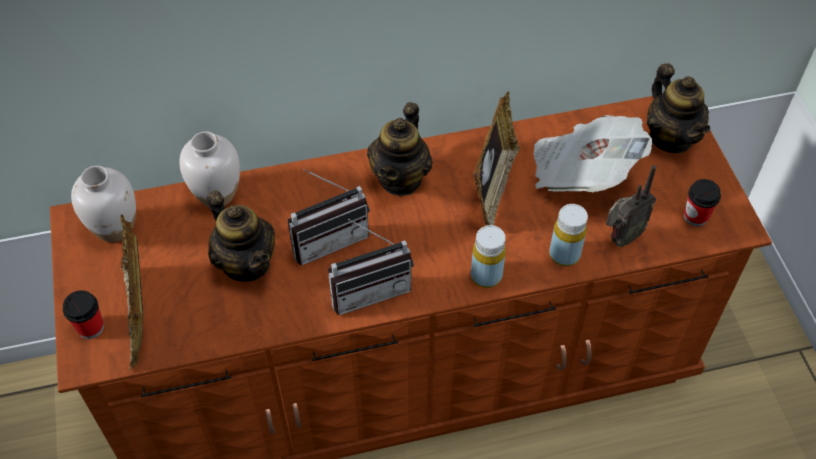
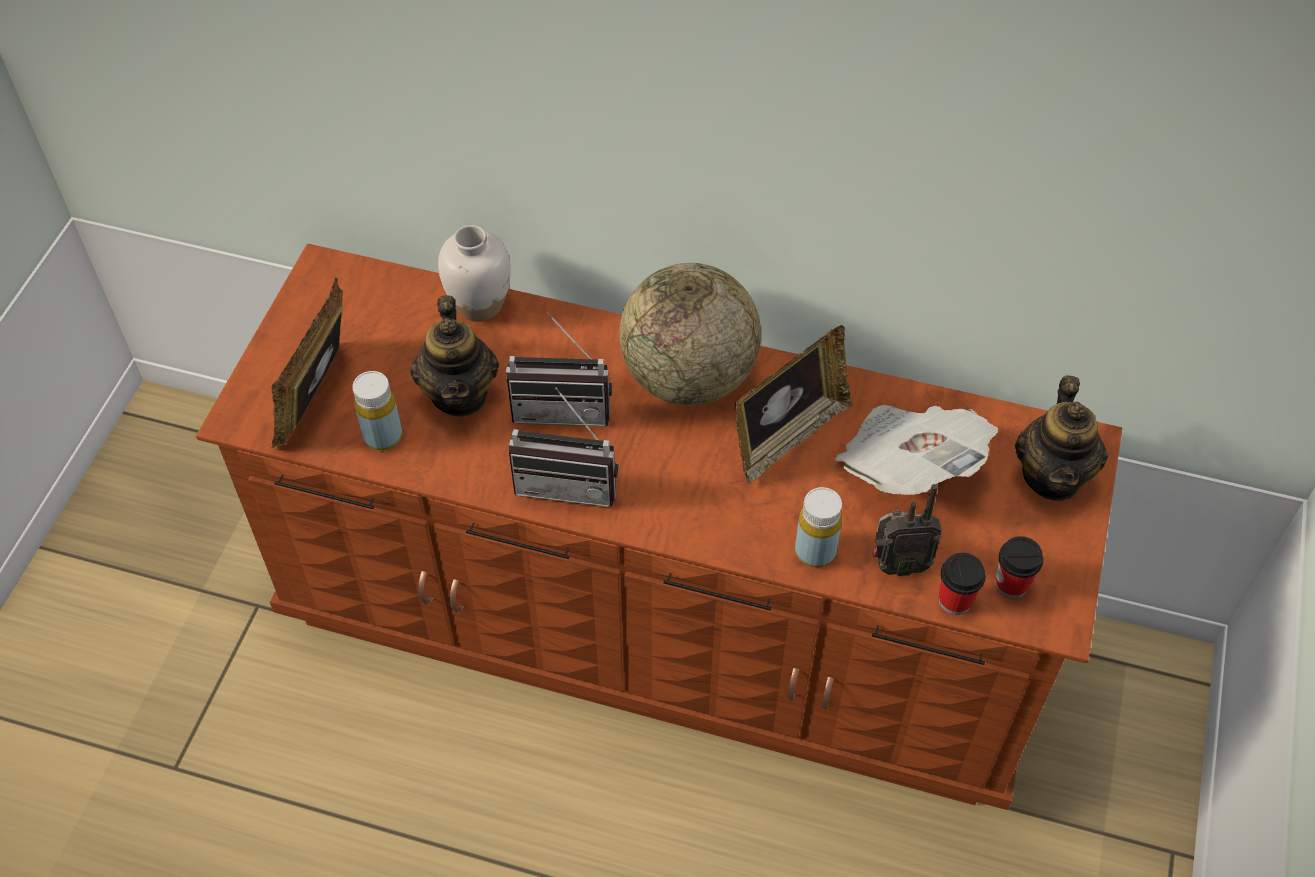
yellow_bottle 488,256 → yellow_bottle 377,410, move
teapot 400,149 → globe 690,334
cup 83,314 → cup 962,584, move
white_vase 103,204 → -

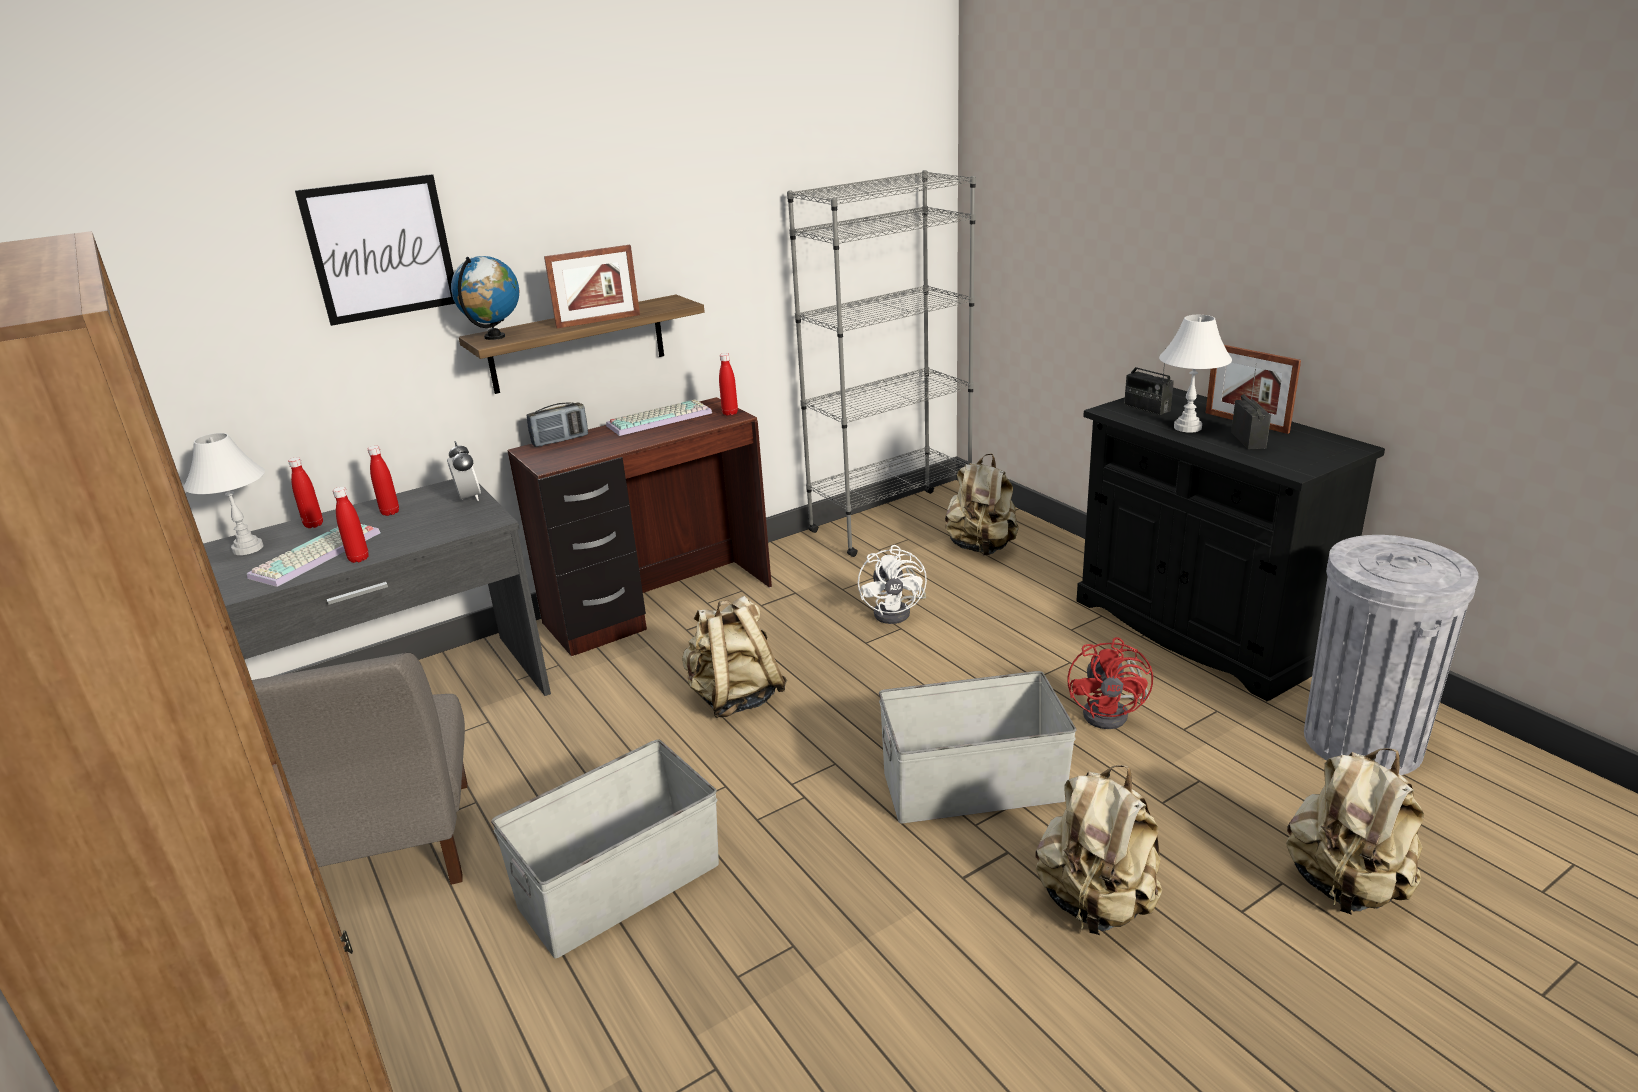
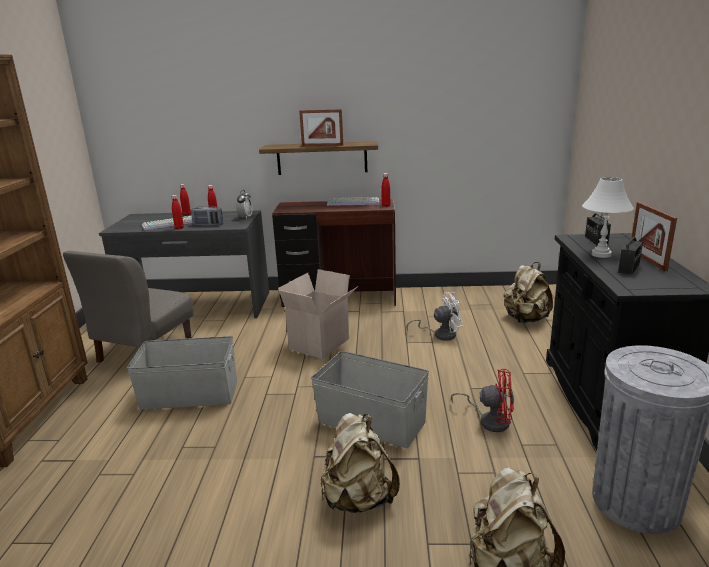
radio 557,424 → radio 207,216, move
beige_backpack 734,657 → cardboard_box 318,314
white_fan 892,584 → white_fan 435,316, 135 degrees counterclockwise
red_fan 1110,683 → red_fan 482,400, 120 degrees counterclockwise
white_table_lamp 224,494 → -
picture 375,250 → -
globe 485,298 → -
grey_bookcase 881,363 → -

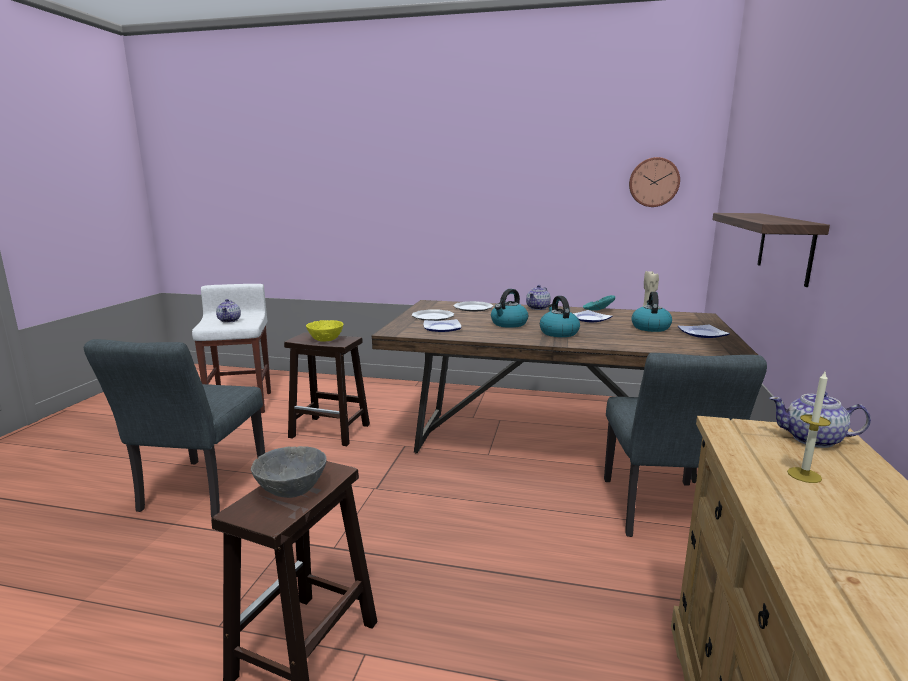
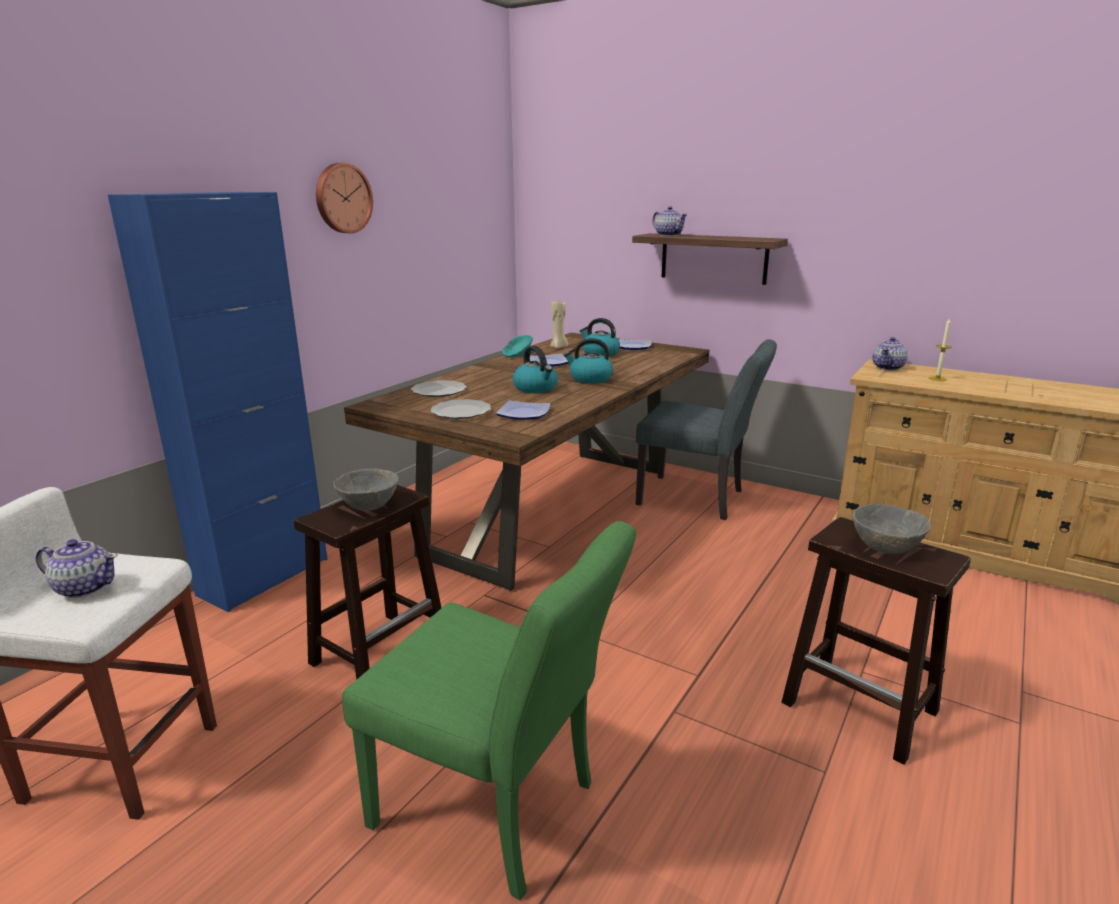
- → blue_cabinet 217,402
wall_clock 654,182 → wall_clock 344,198, move
yellow_bowl 324,331 → grey_bowl 366,490
grey_chair 174,428 → green_chair 489,710
teapot 538,297 → teapot 670,221, move

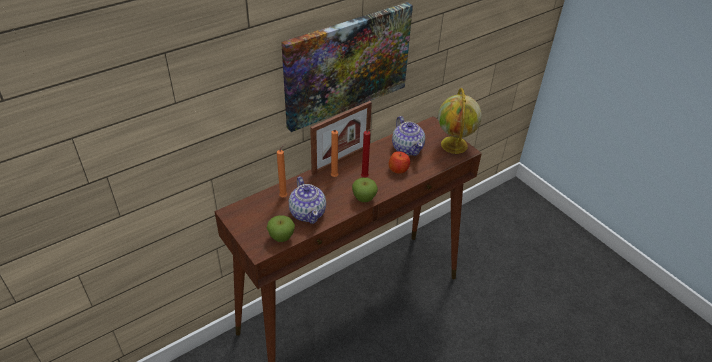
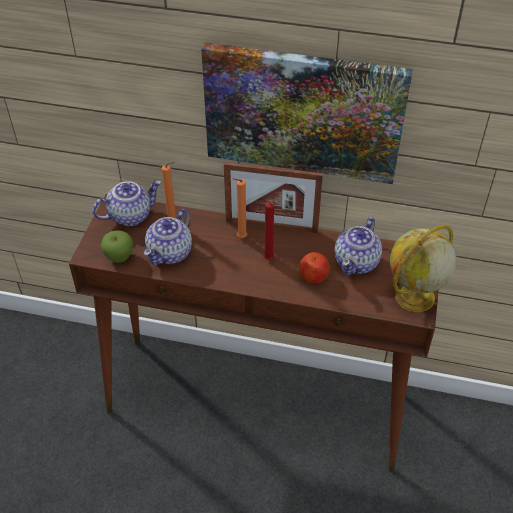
- → teapot 126,203
apple 365,189 → -

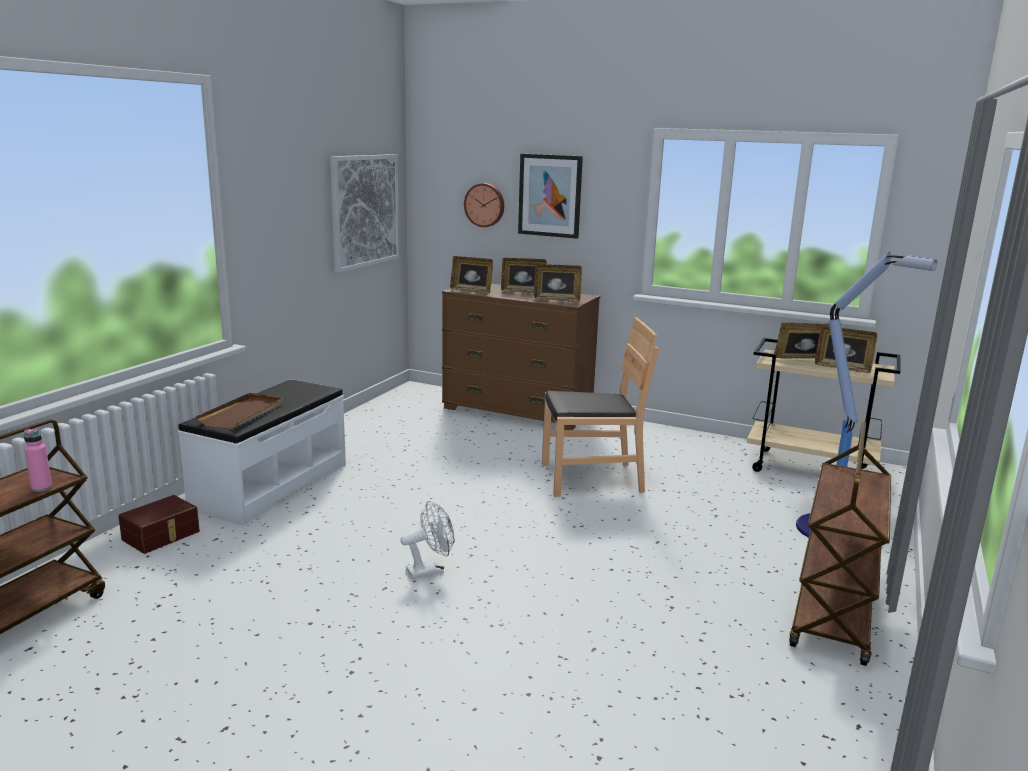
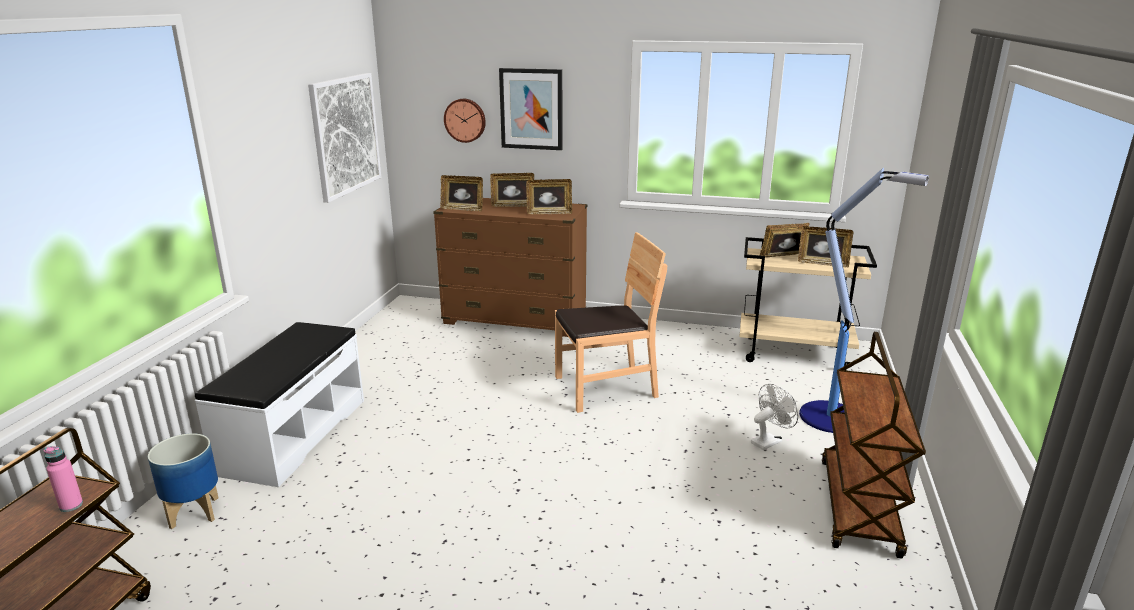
brown_storage_box 159,524 → planter 183,481
white_fan 427,540 → white_fan 774,417, move
brown_tray 239,411 → -

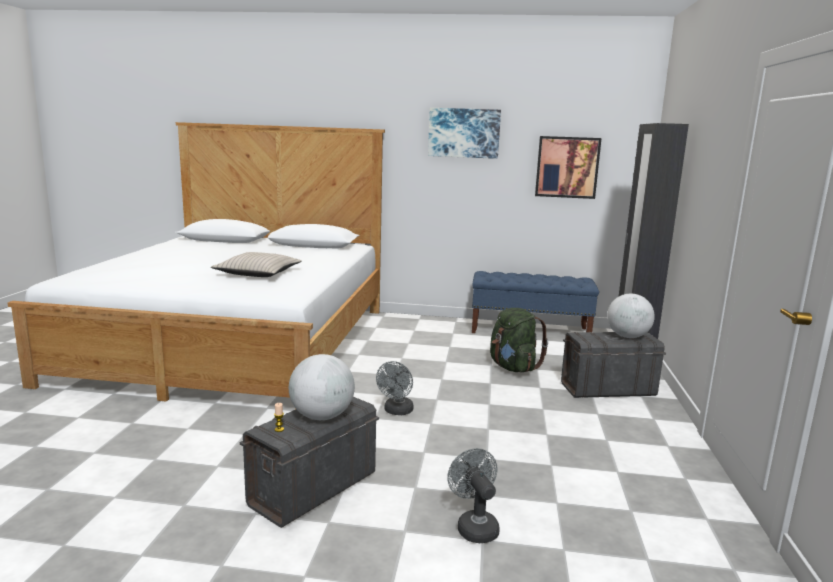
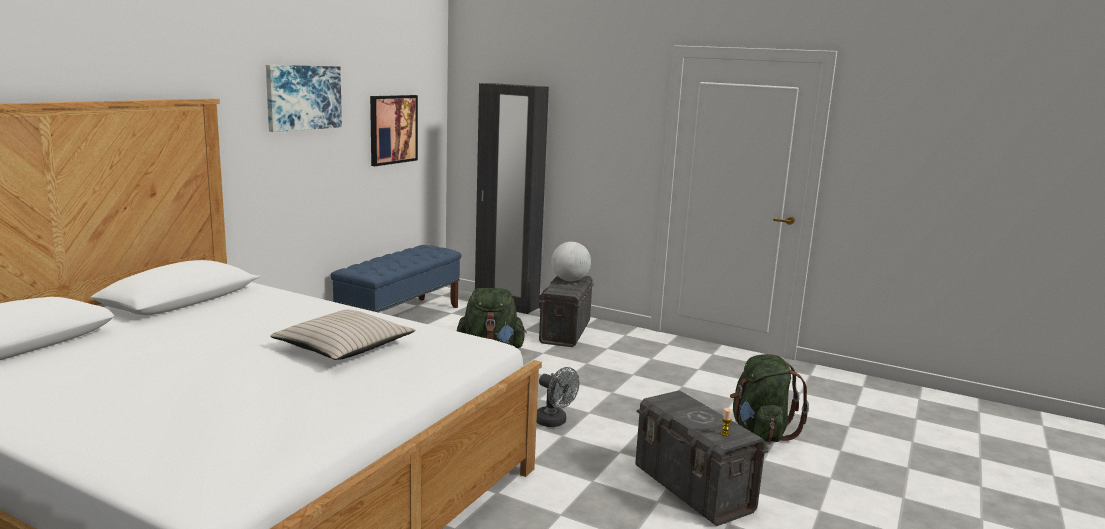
grey_fan 473,495 → green_backpack 769,398
globe 322,387 → -

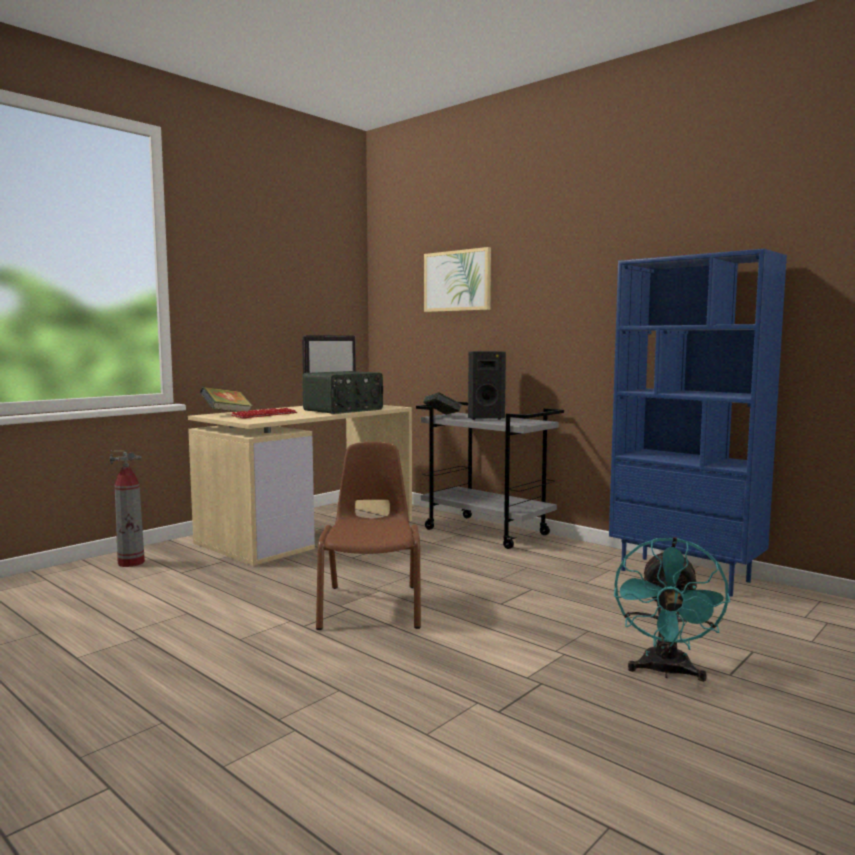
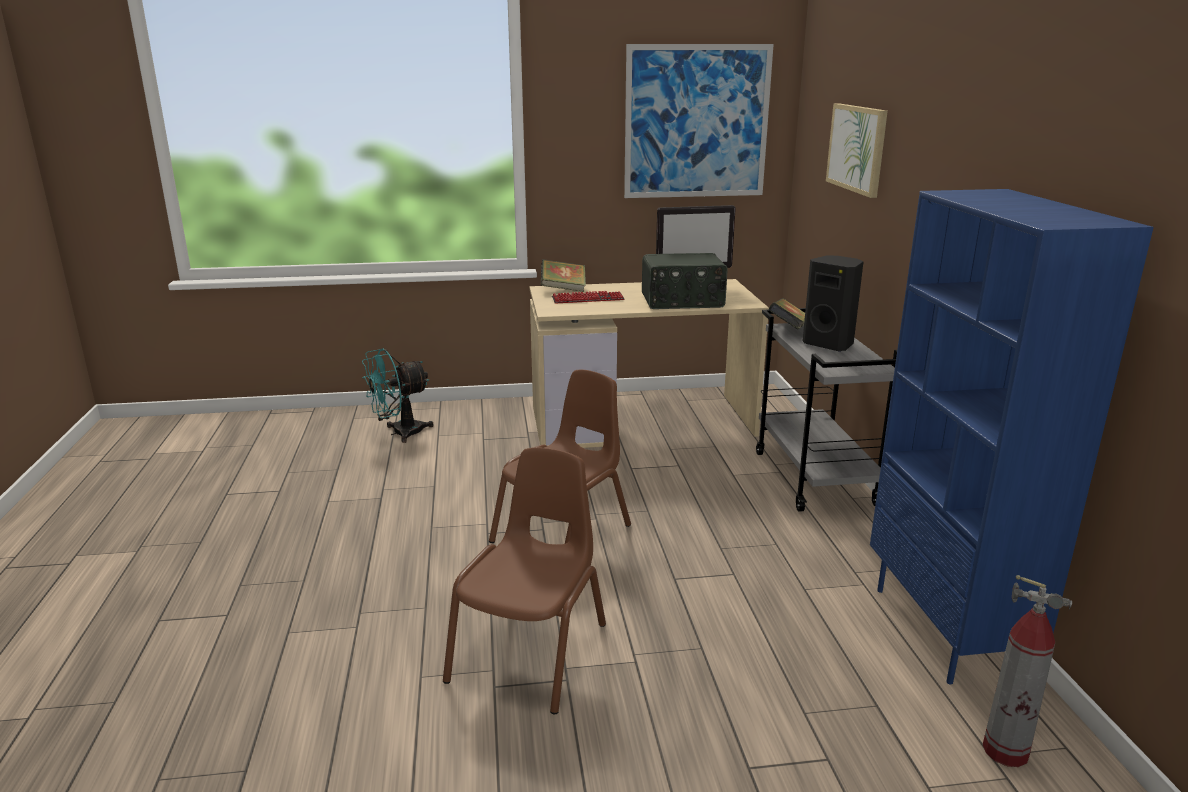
turquoise_fan 672,609 → turquoise_fan 398,396, move
- → brown_chair 524,580
- → picture 699,121
fire_extinguisher 127,508 → fire_extinguisher 1027,671, move

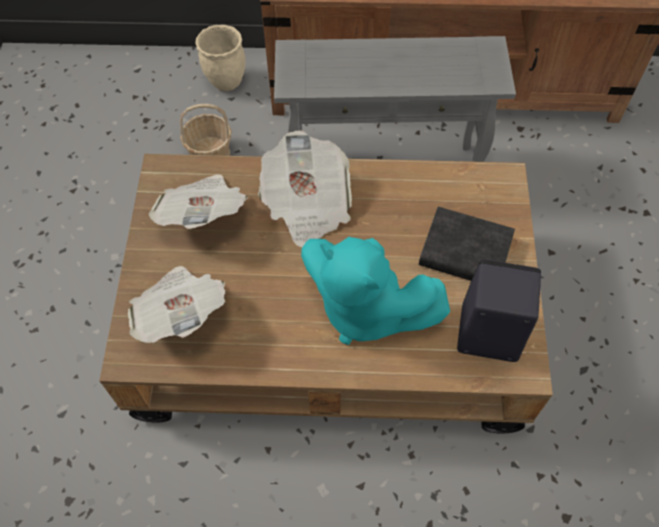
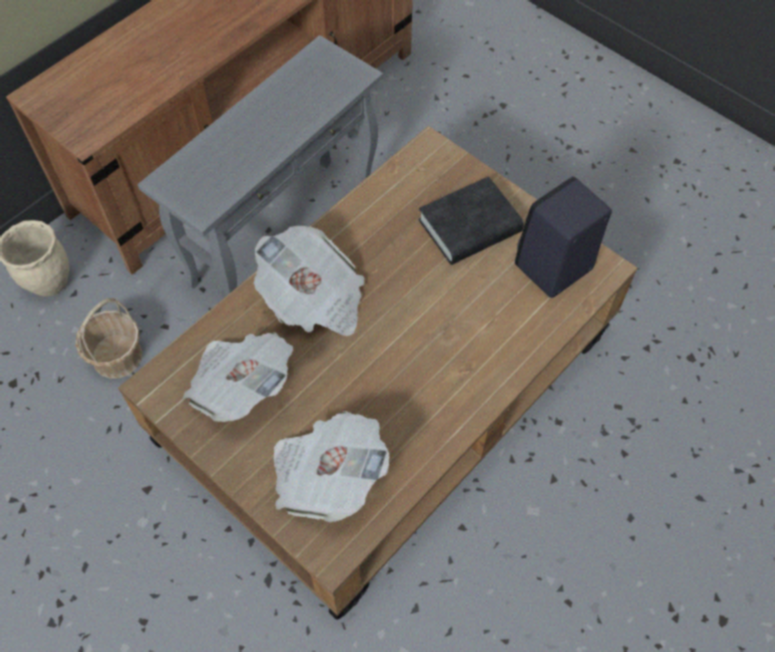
turquoise_plush_toy 375,291 → -

